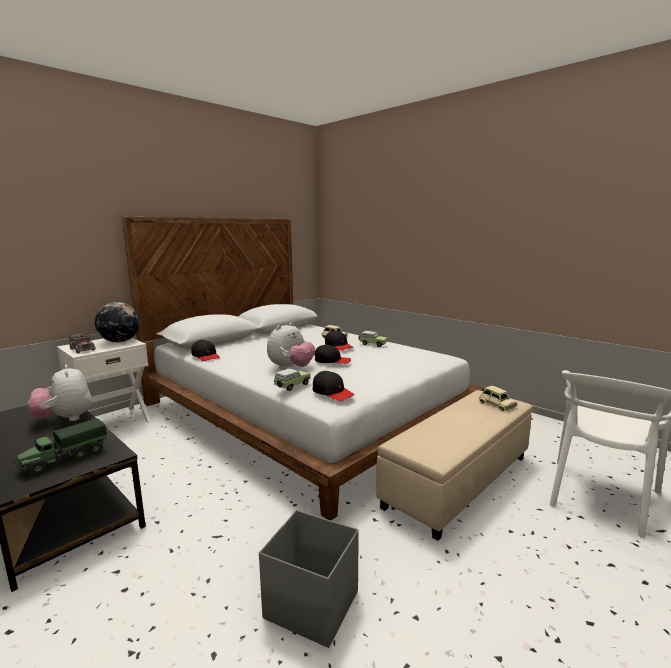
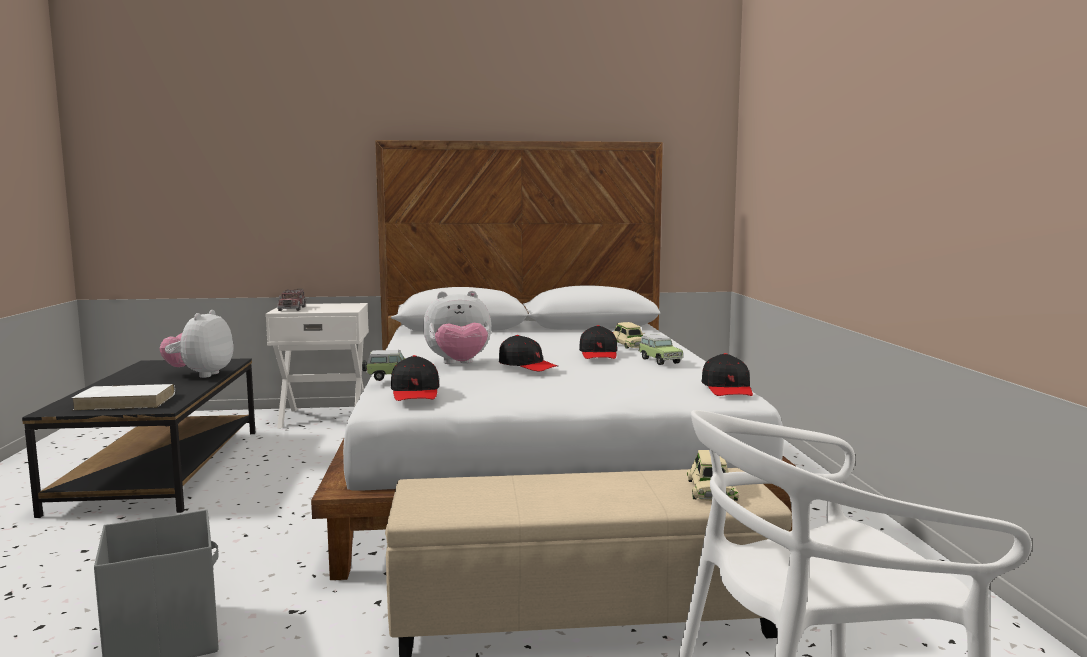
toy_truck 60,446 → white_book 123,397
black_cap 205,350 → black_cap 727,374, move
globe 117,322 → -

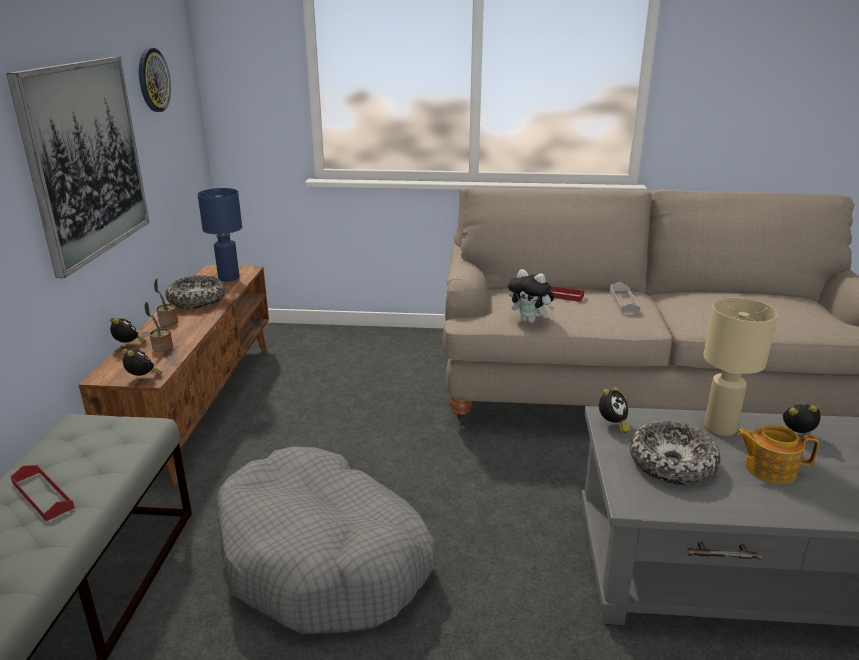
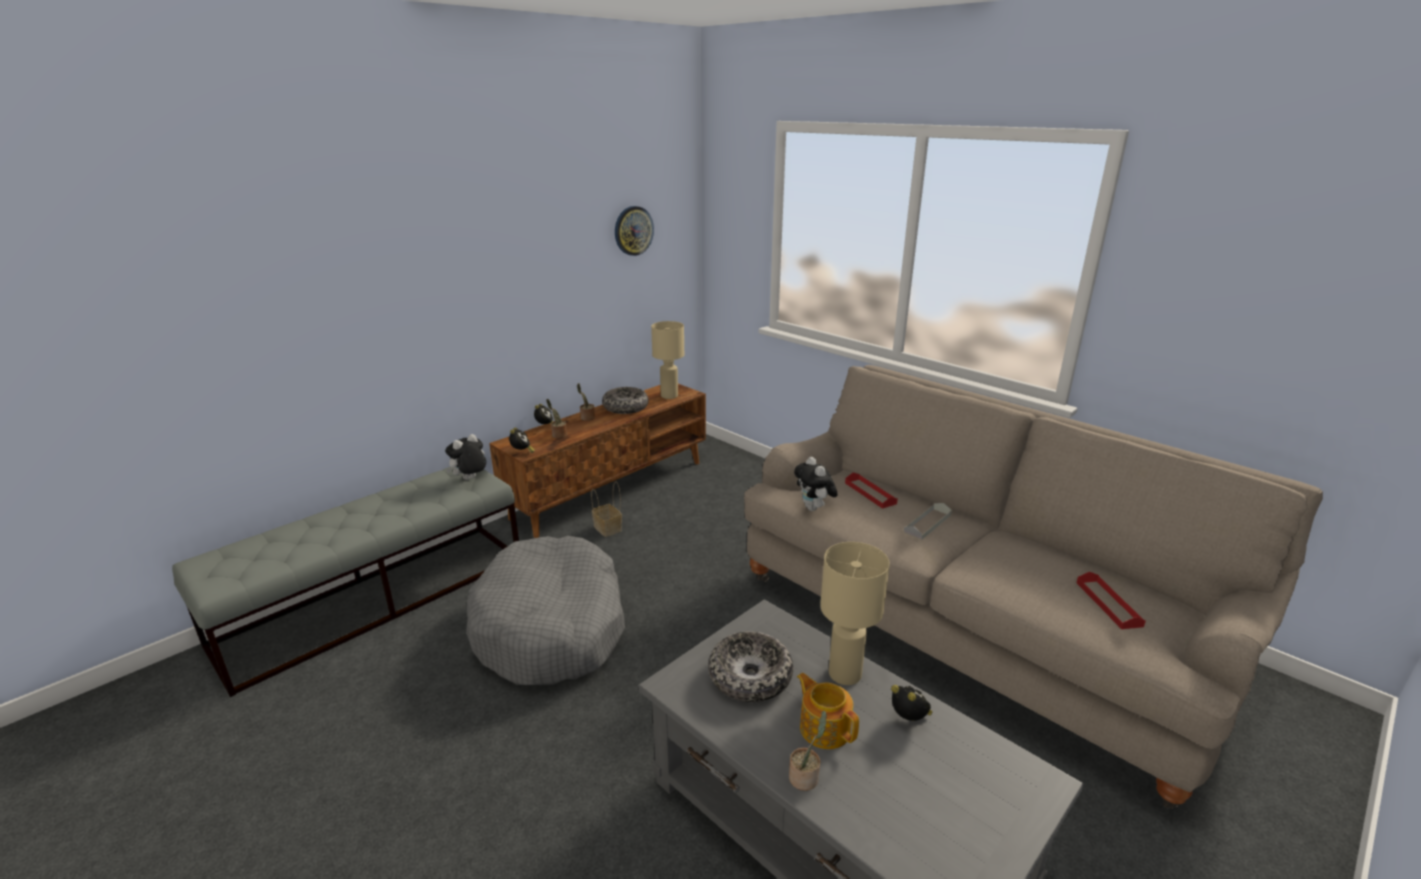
- → plush_toy 465,457
- → basket 606,509
blue_table_lamp 220,234 → beige_table_lamp 667,360
- → potted_plant 808,751
red_tray 43,493 → red_tray 1111,600, move
picture 78,167 → -
alarm_clock 615,410 → -

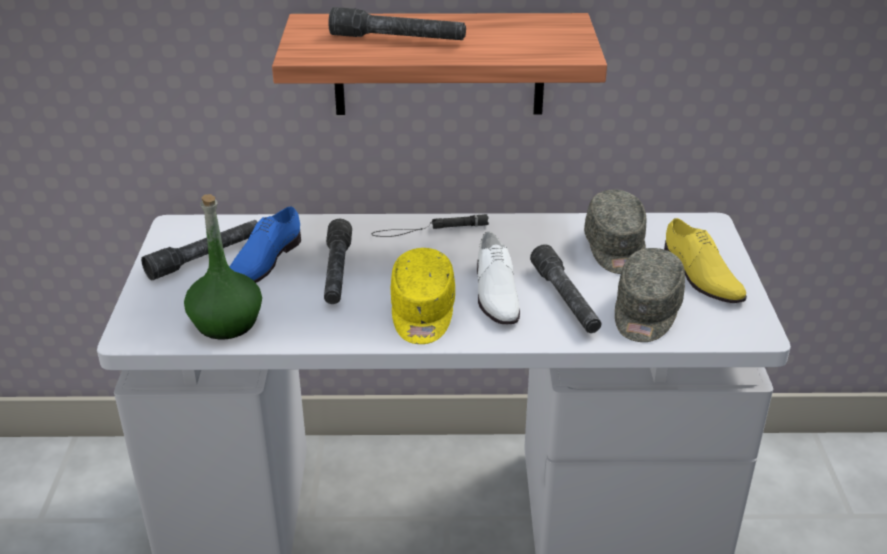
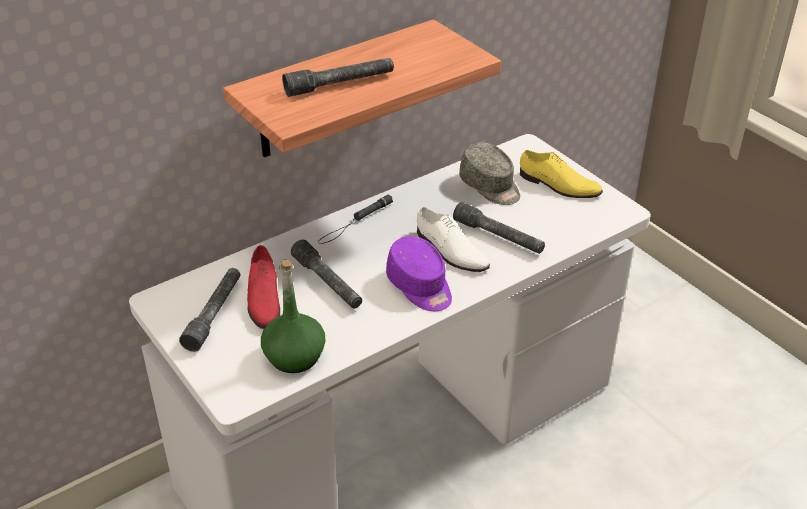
blue_shoe 265,244 → red_shoe 263,287
yellow_cap 422,296 → purple_cap 419,273
grey_cap 650,295 → -

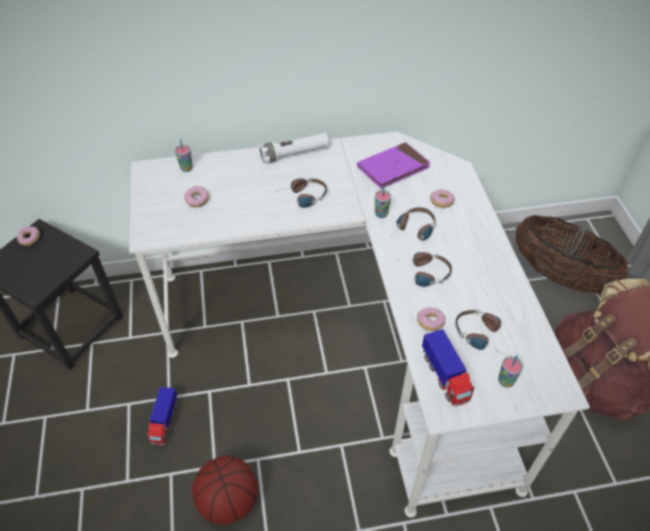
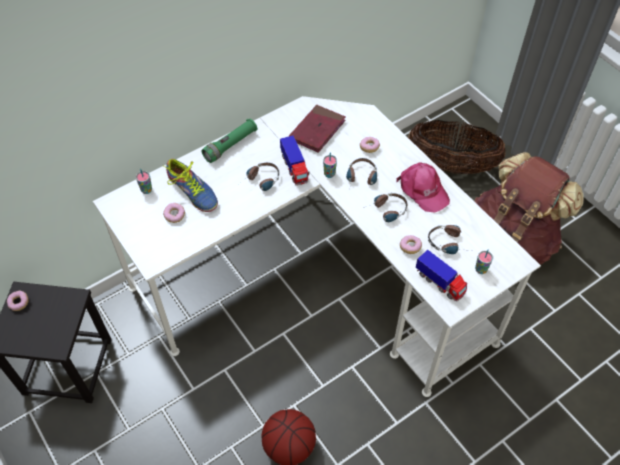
- → shoe 191,185
white_flashlight 294,147 → green_flashlight 229,141
toy_truck 161,416 → toy_truck 294,160, move
purple_book 393,165 → red_book 317,129
- → pink_cap 423,187

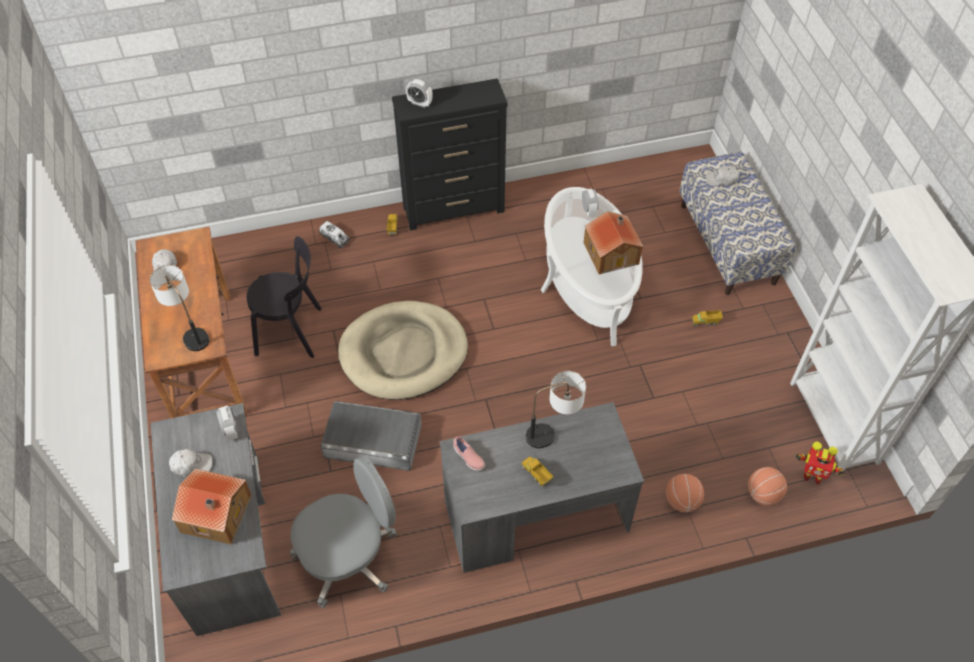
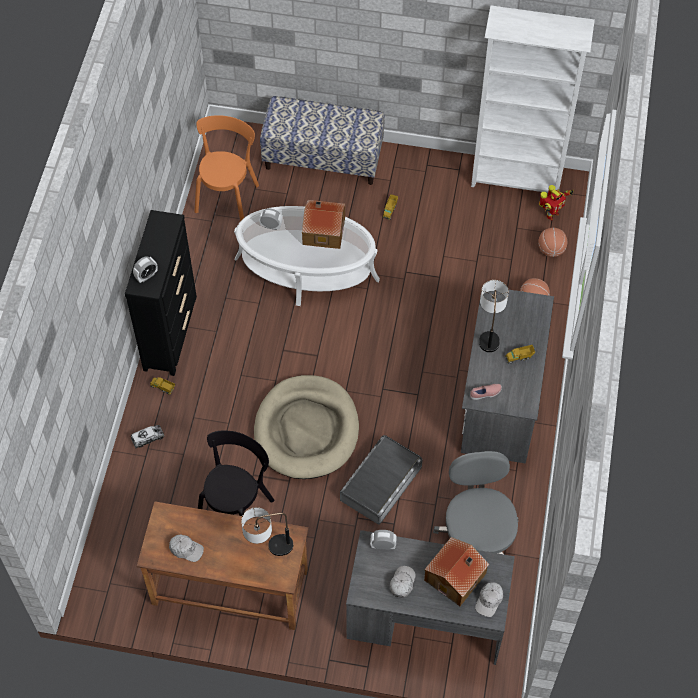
- → orange_chair 227,168
white_cap 722,175 → white_cap 489,599, move

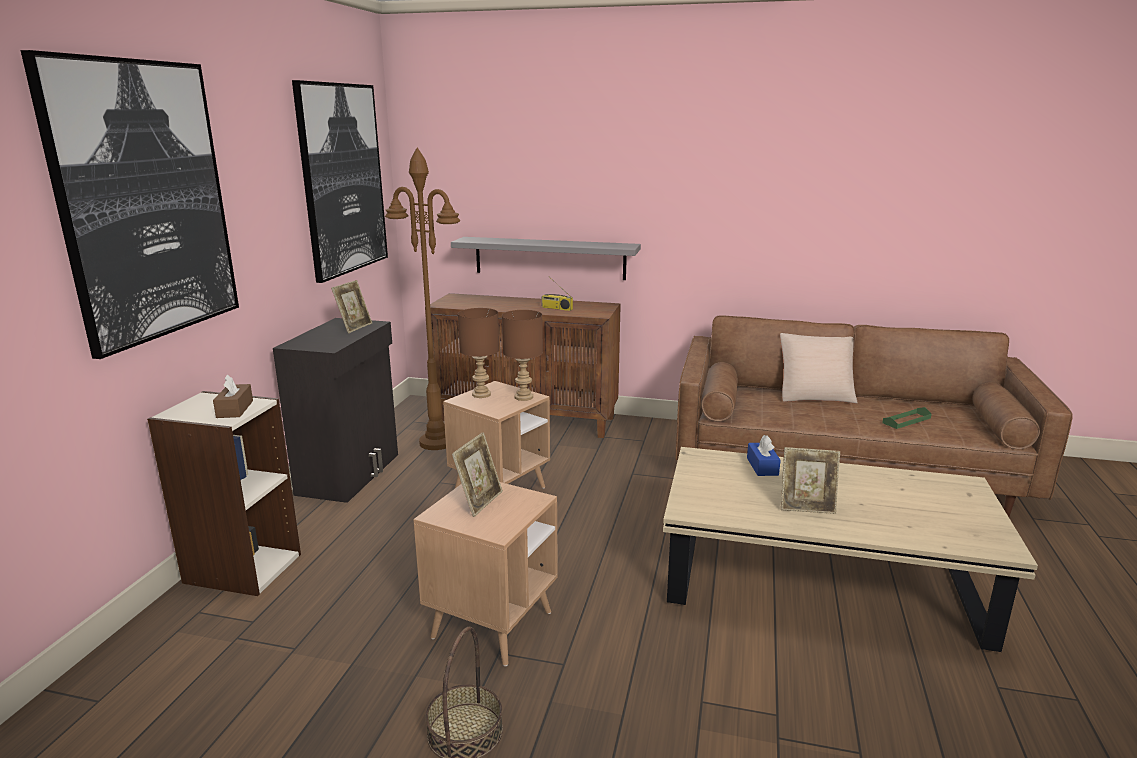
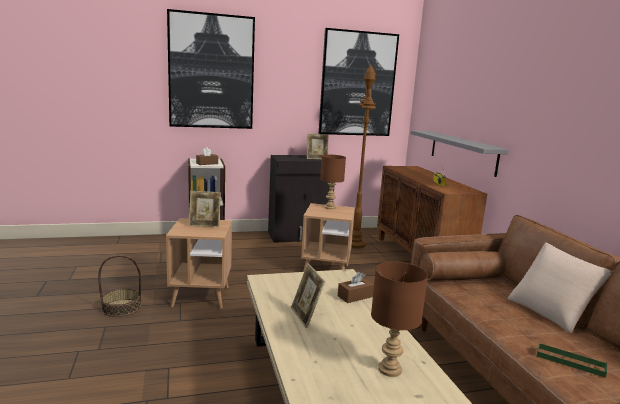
blue_tissue_box 764,455 → brown_tissue_box 356,287
brown_table_lamp 522,355 → brown_table_lamp 399,319, move

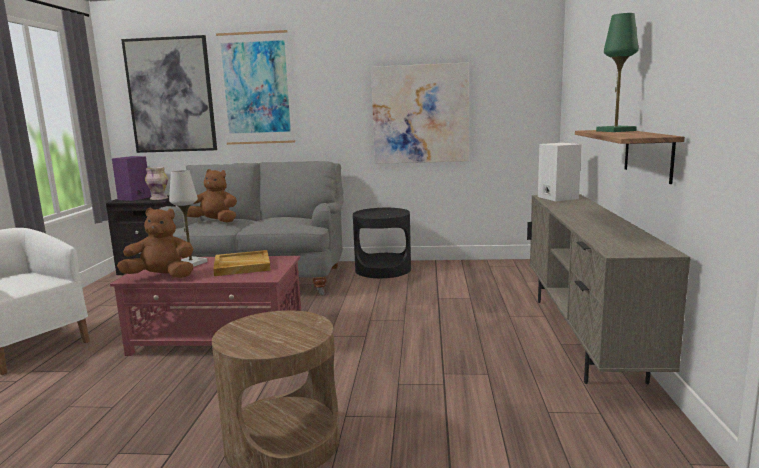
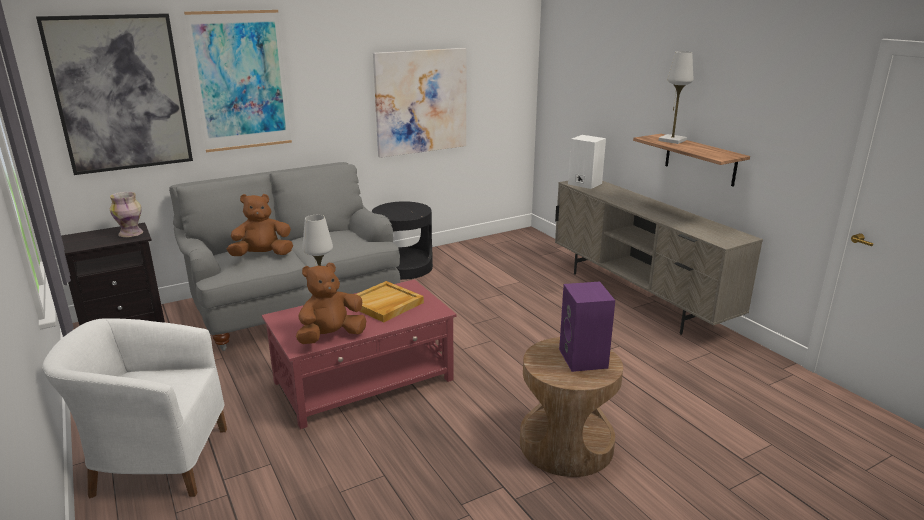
purple_speaker 131,178 → purple_speaker 587,327, move
green_table_lamp 617,72 → white_table_lamp 675,97

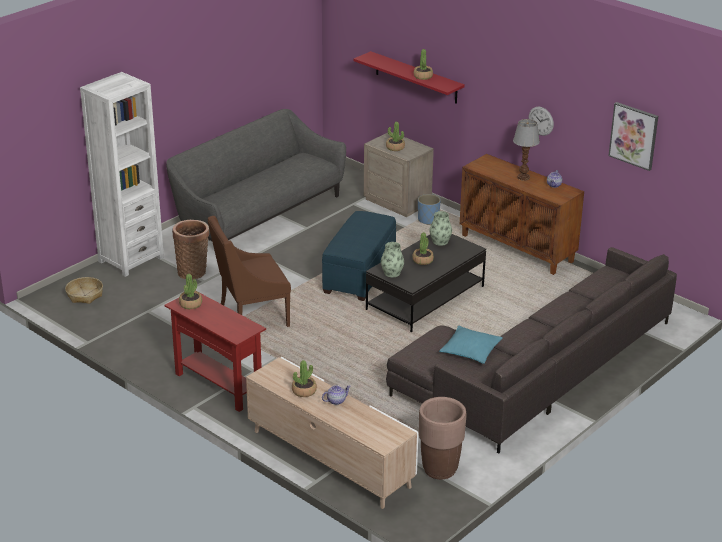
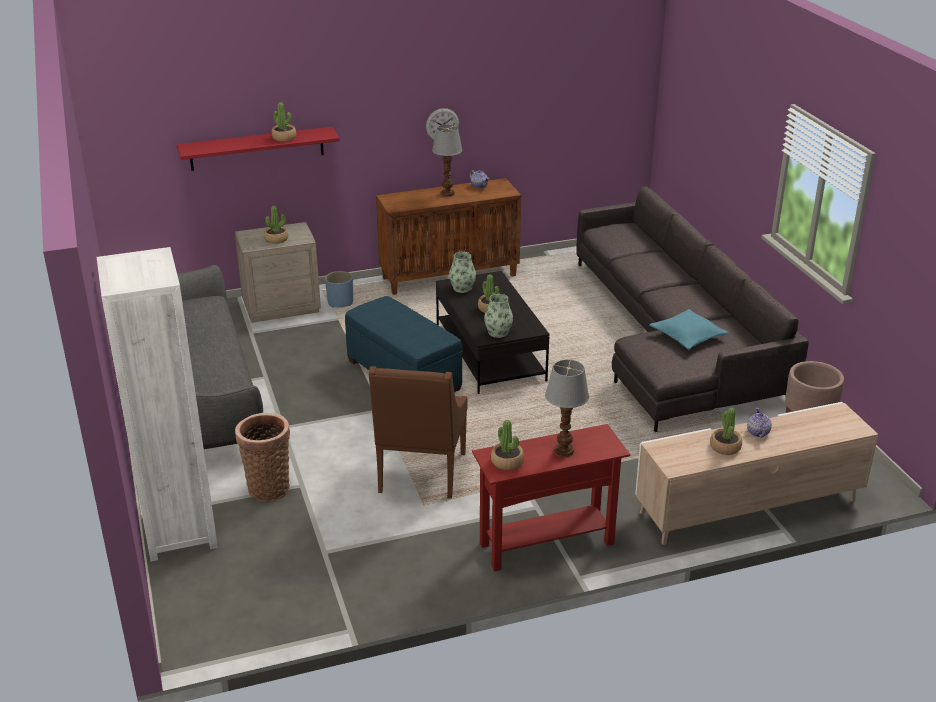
- → table_lamp 567,408
basket 84,290 → -
picture 633,136 → -

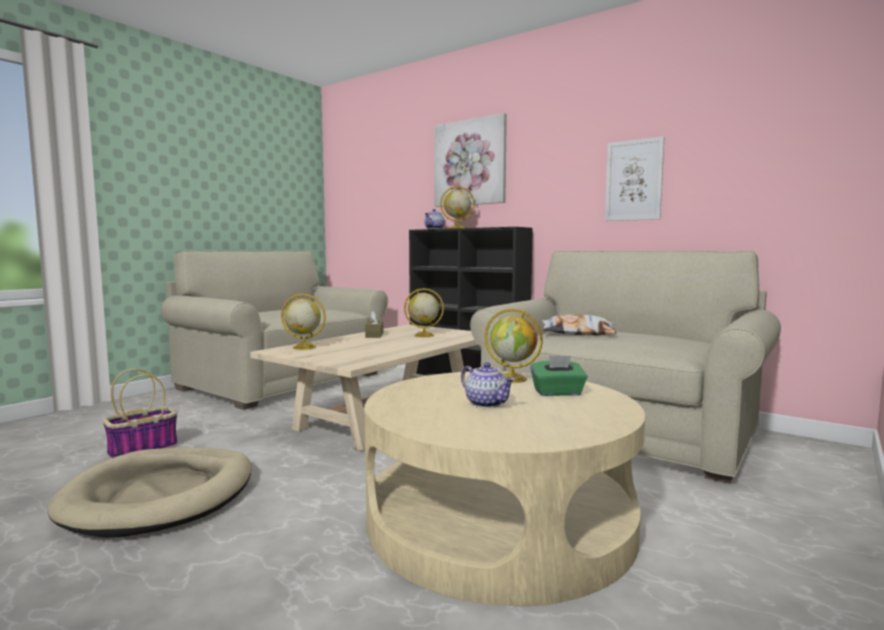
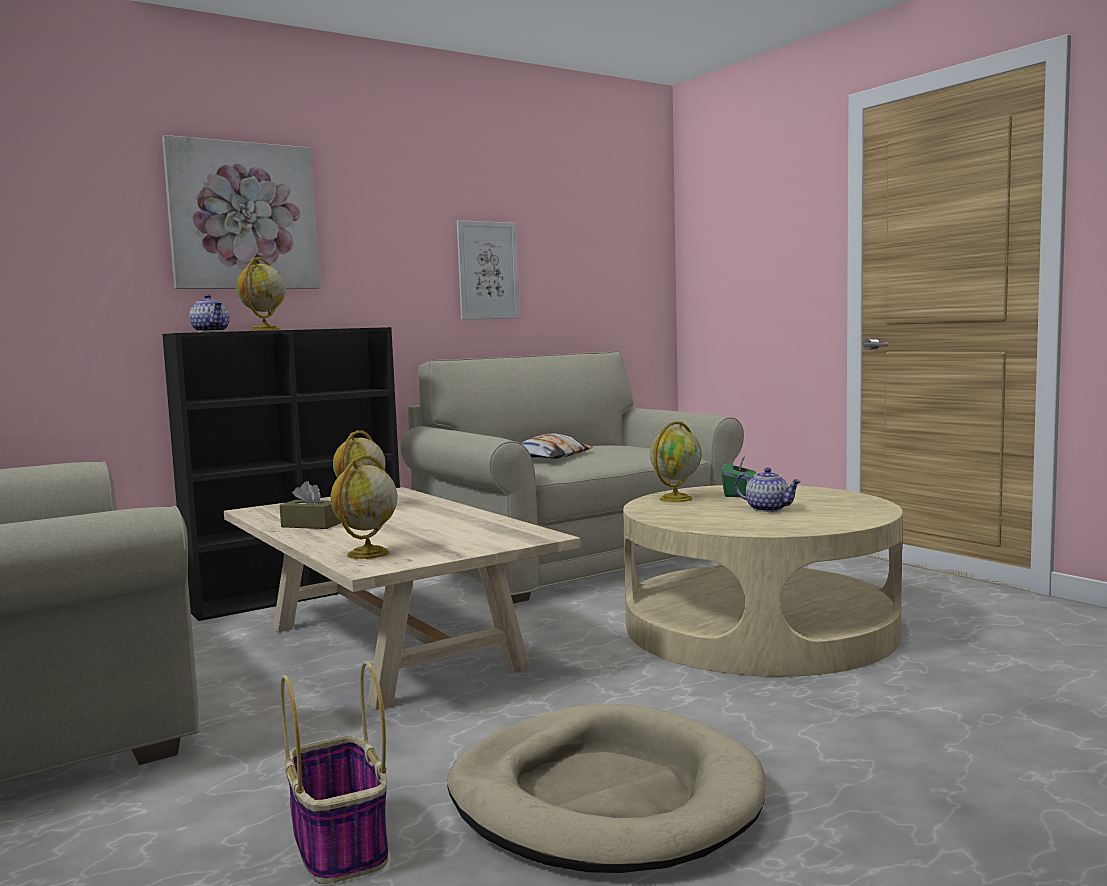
teapot 488,385 → teapot 768,490, 60 degrees clockwise

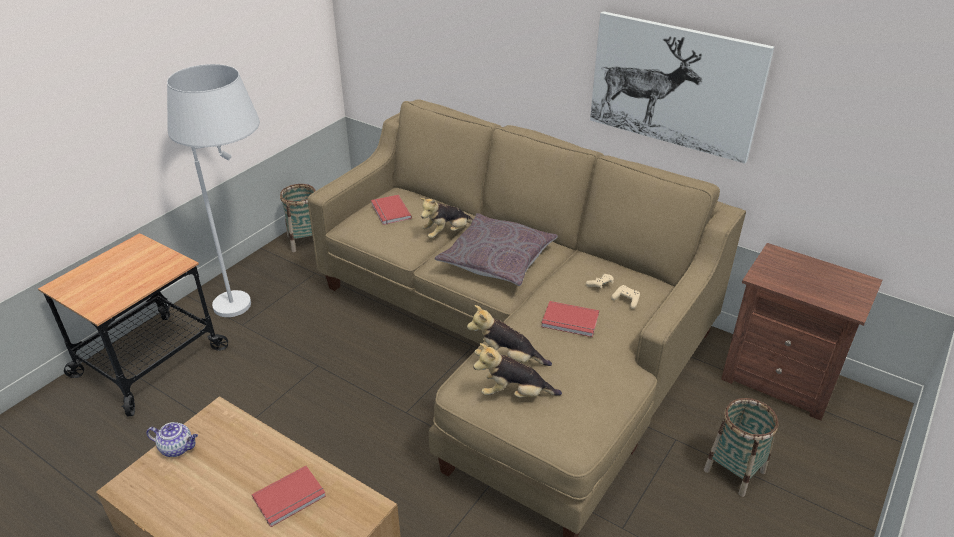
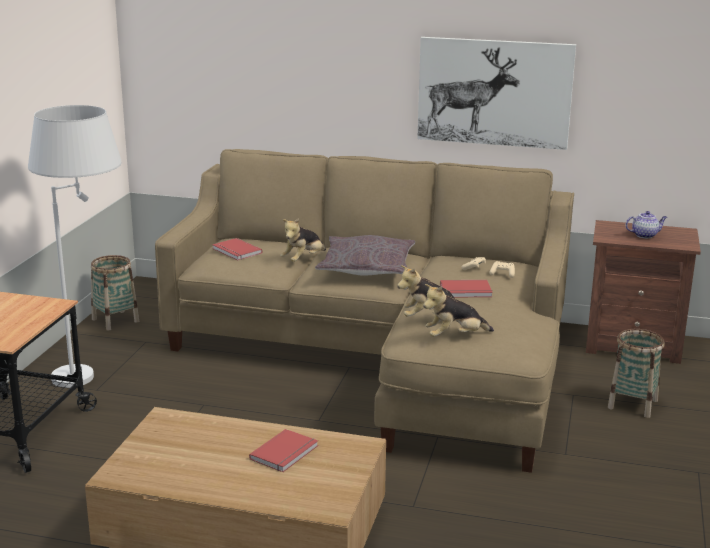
teapot 172,439 → teapot 646,224, move

